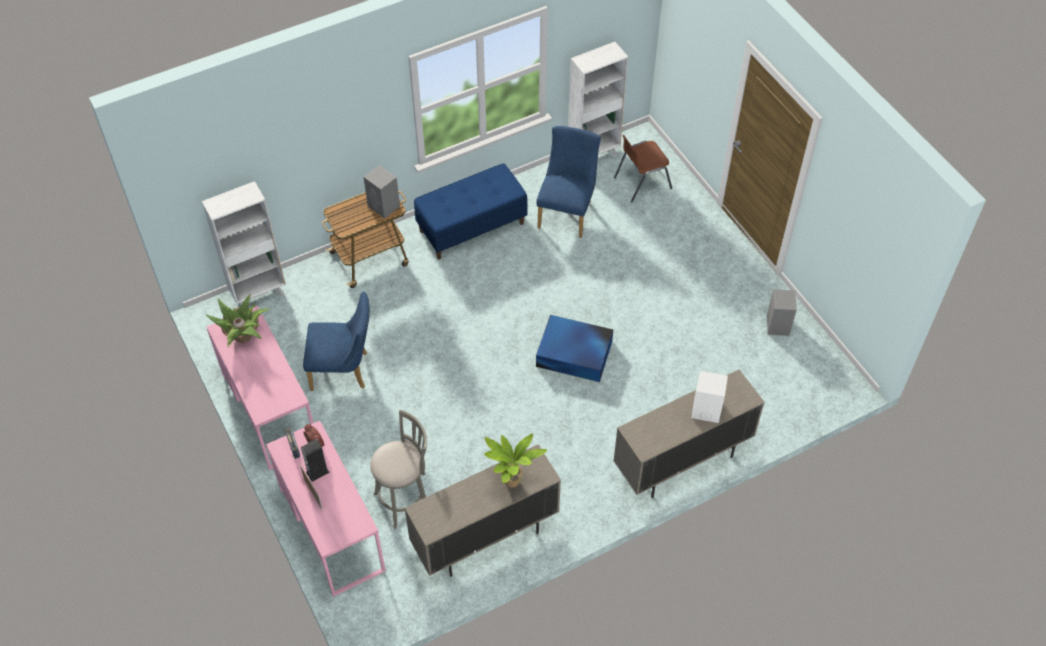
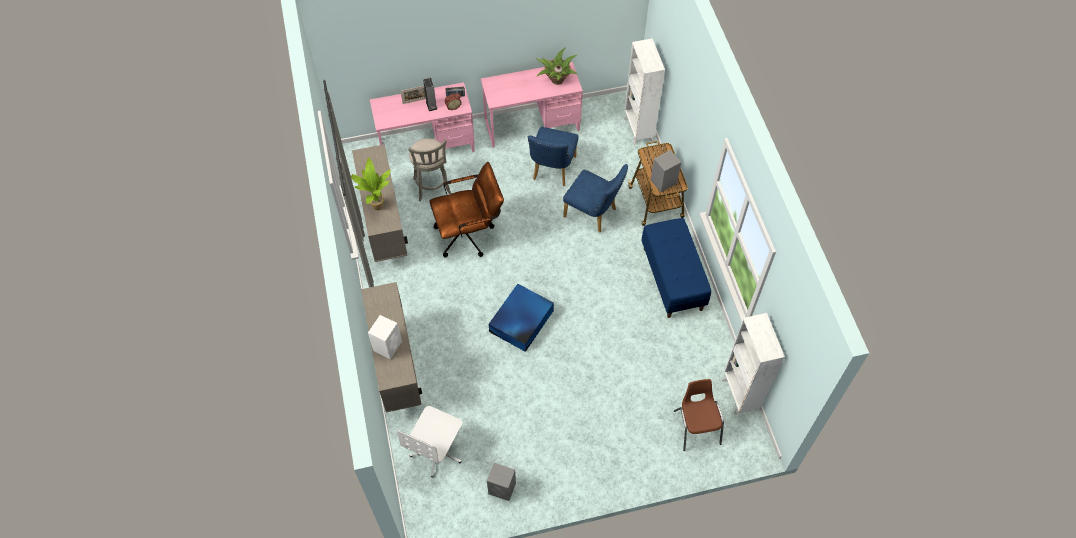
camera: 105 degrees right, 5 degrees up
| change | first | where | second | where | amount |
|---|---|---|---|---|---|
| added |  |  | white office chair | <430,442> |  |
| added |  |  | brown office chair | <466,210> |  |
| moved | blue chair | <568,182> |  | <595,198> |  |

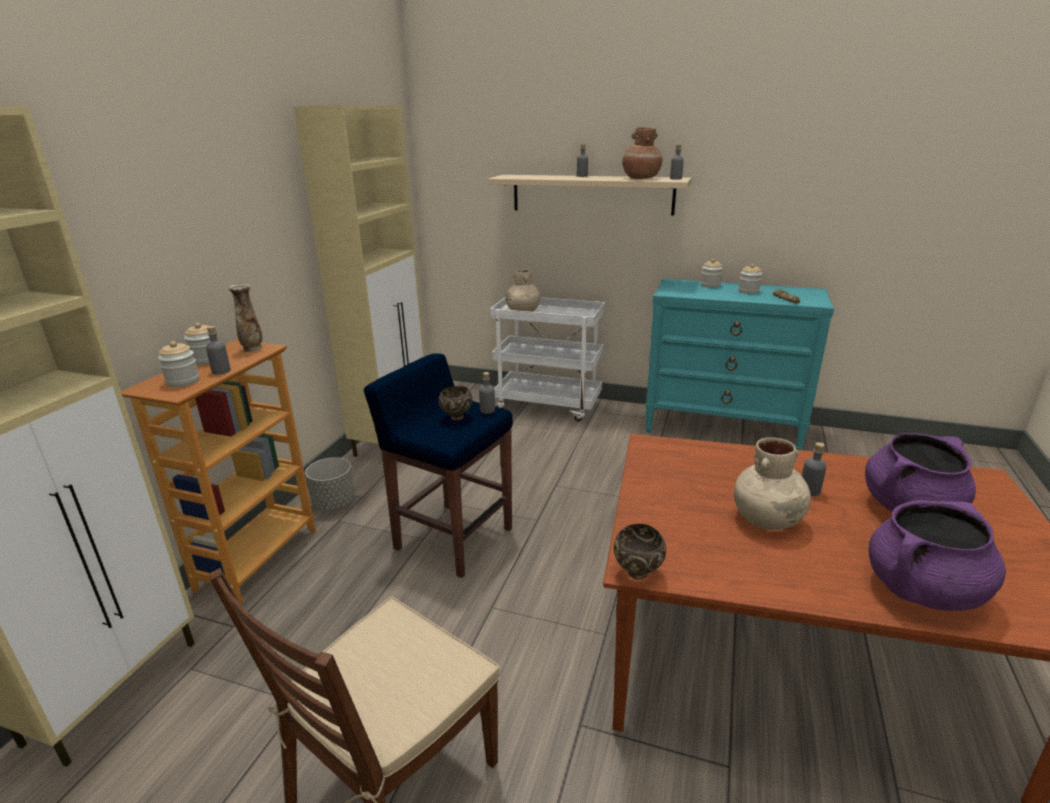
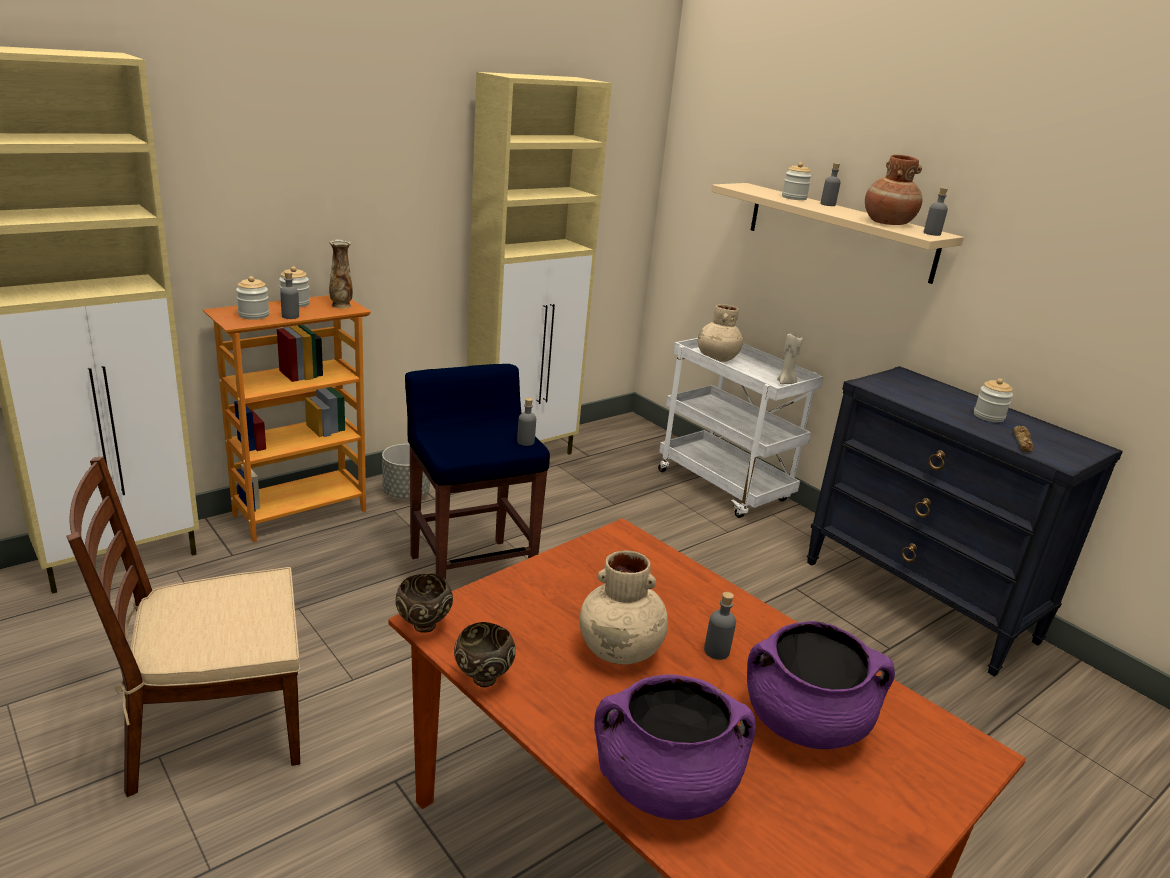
camera: 30 degrees right, 0 degrees up
| change | first | where | second | where | amount |
|---|---|---|---|---|---|
| moved | brown bowl | <456,403> |  | <485,654> |  |
| added |  |  | beige candle | <790,359> |  |
| moved | jar | <712,273> |  | <797,181> |  |
| recoloured | turquoise dresser | <739,364> | black dresser | <965,521> |  |

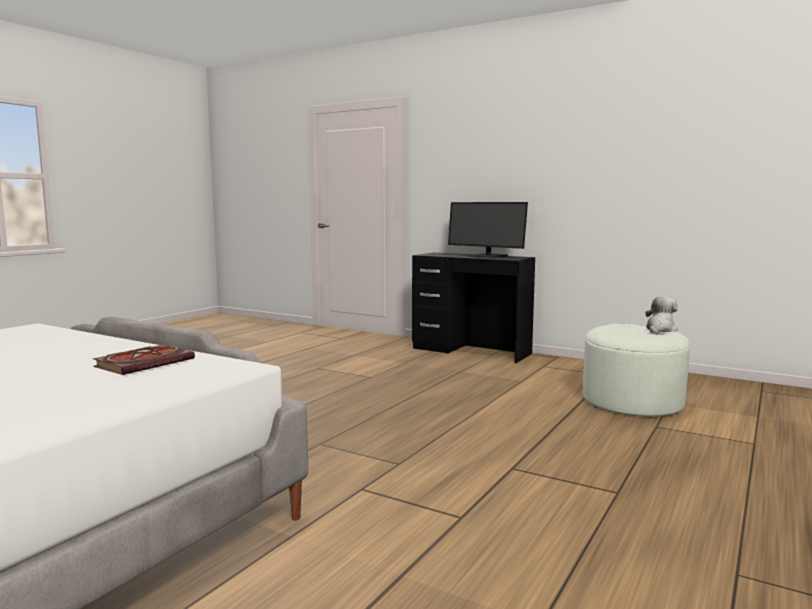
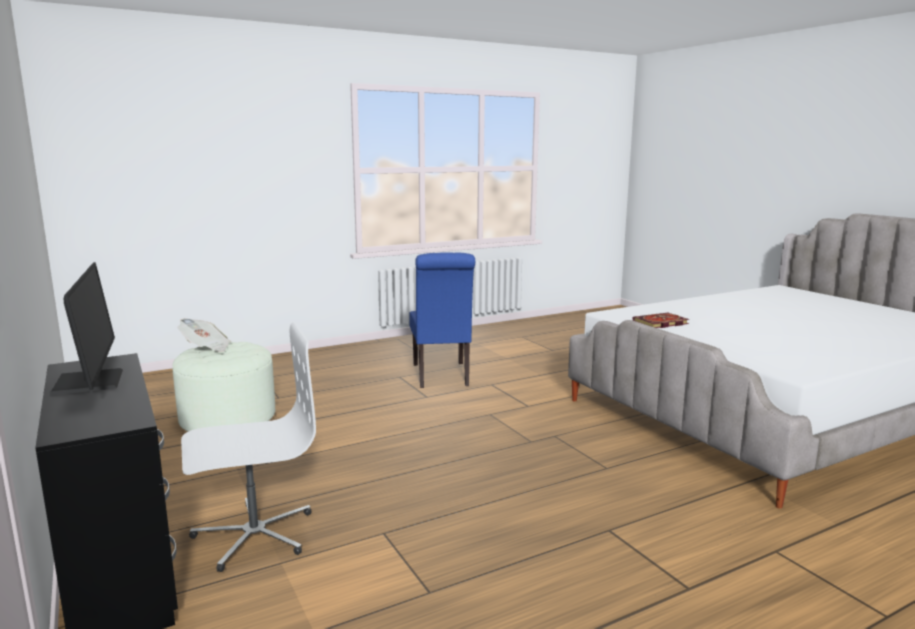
camera: 150 degrees left, 5 degrees up
| change | first | where | second | where | amount |
|---|---|---|---|---|---|
| replaced | plush toy | <661,314> | newspaper | <204,335> |  |
| added |  |  | white office chair | <248,447> |  |
| added |  |  | blue chair | <442,320> |  |

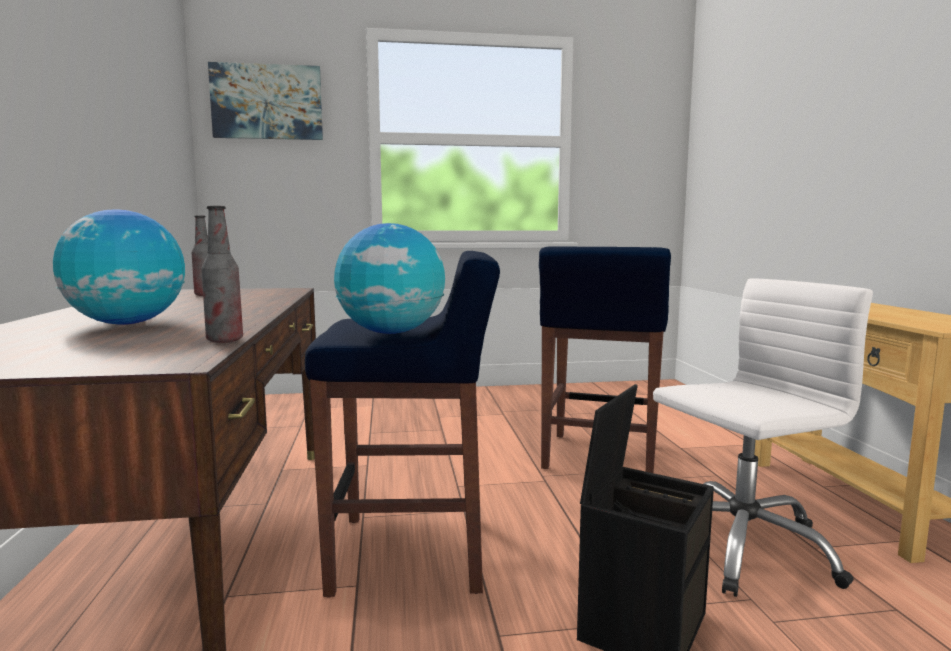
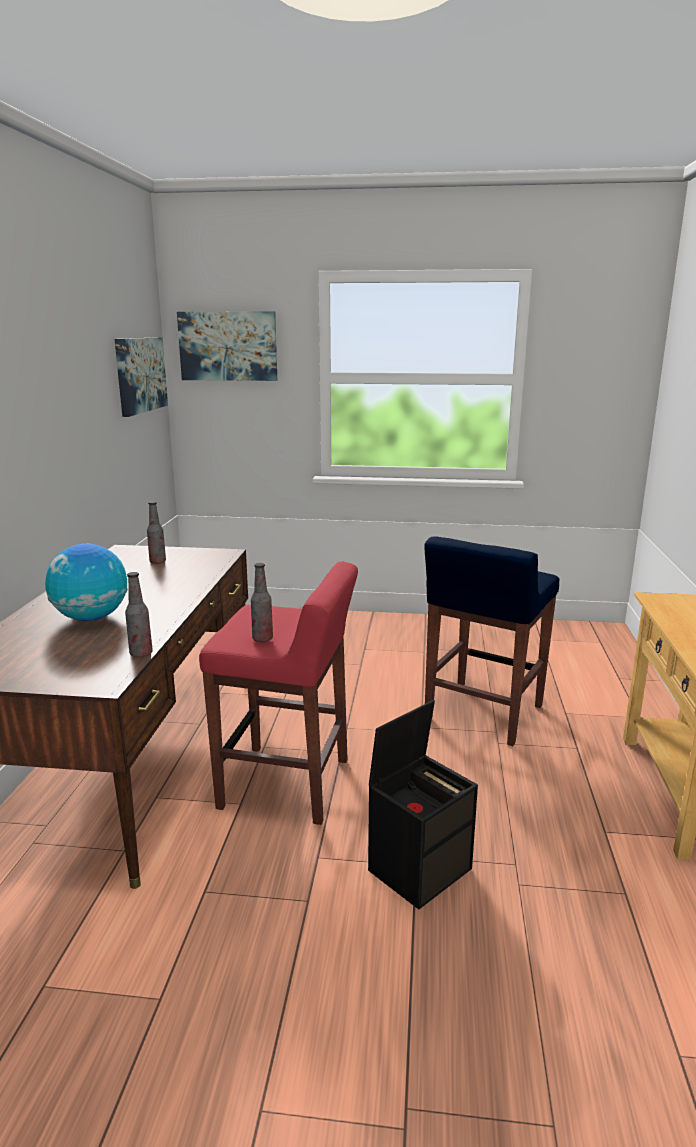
camera: 15 degrees right, 10 degrees up
| change | first | where | second | where | amount |
|---|---|---|---|---|---|
| added |  |  | picture | <141,377> |  |
| recoloured | blue stool | <402,424> | red stool | <278,693> |  |
| replaced | globe | <389,278> | bottle | <262,602> |  |
| removed | white office chair | <763,437> |  |  |  |

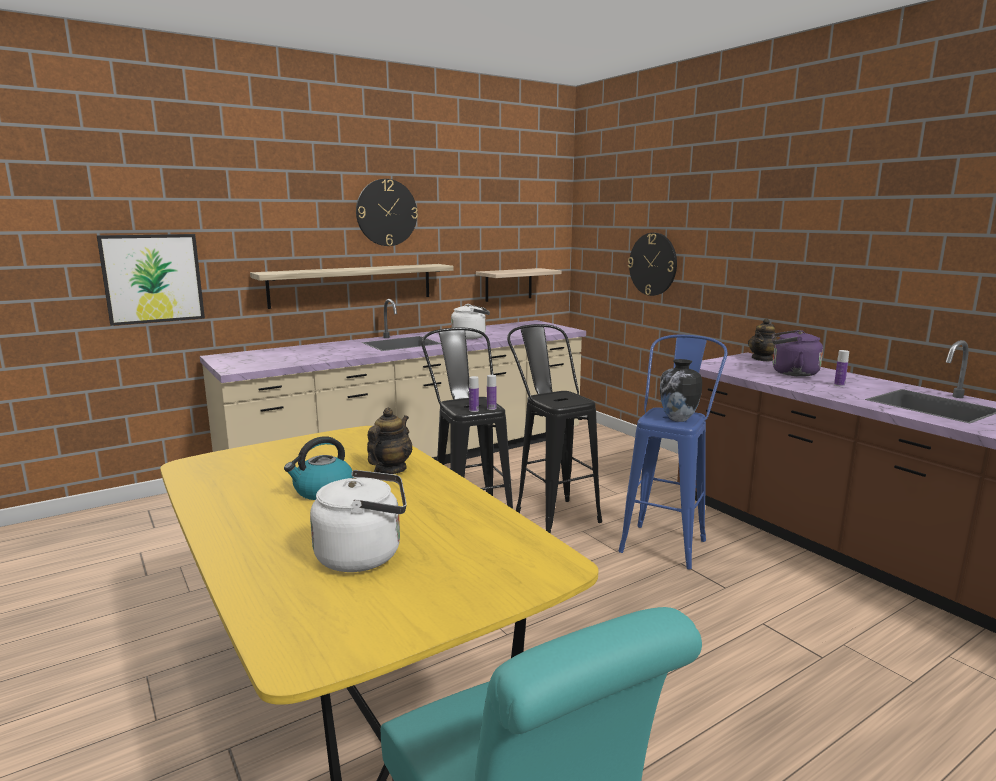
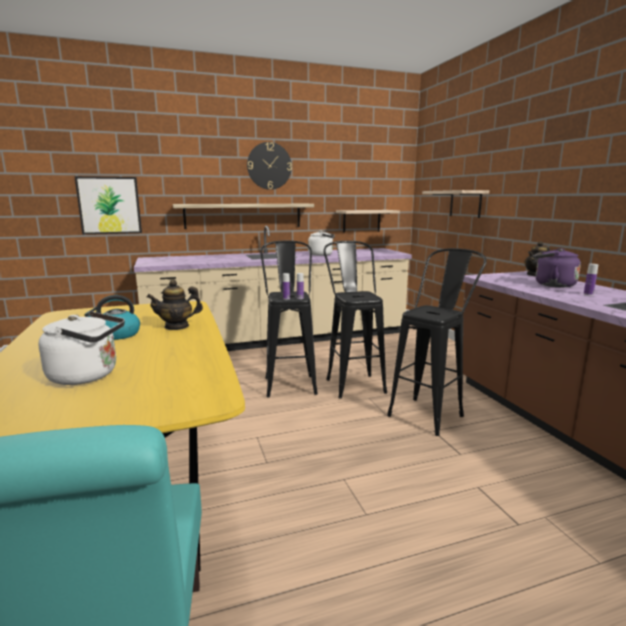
camera: 15 degrees right, 0 degrees up
| change | first | where | second | where | amount |
|---|---|---|---|---|---|
| turned | teapot | <389,441> |  | <175,305> | 150 degrees counterclockwise |
| recoloured | blue stool | <673,452> | black stool | <436,342> |  |
| replaced | wall clock | <652,264> | shelf | <455,204> |  |
| removed | vase | <681,390> |  |  |  |

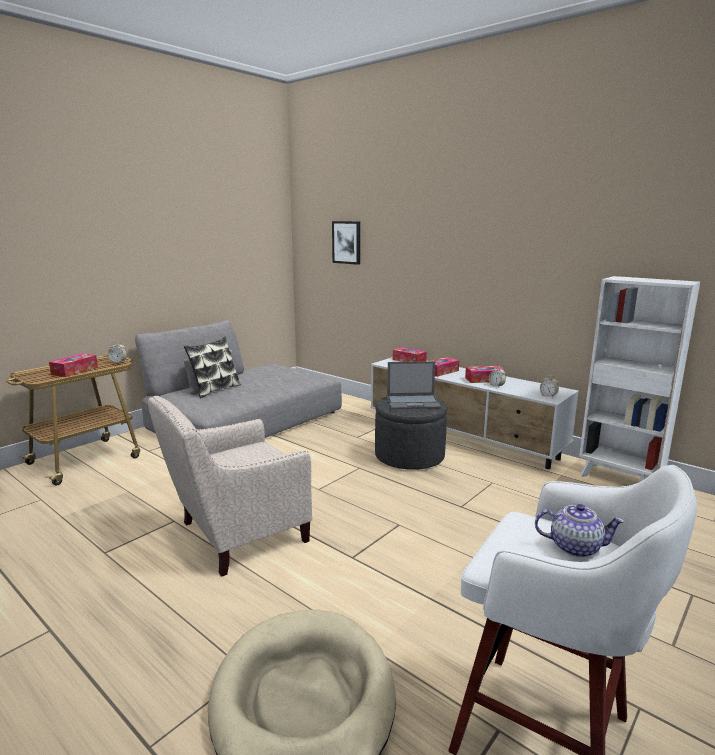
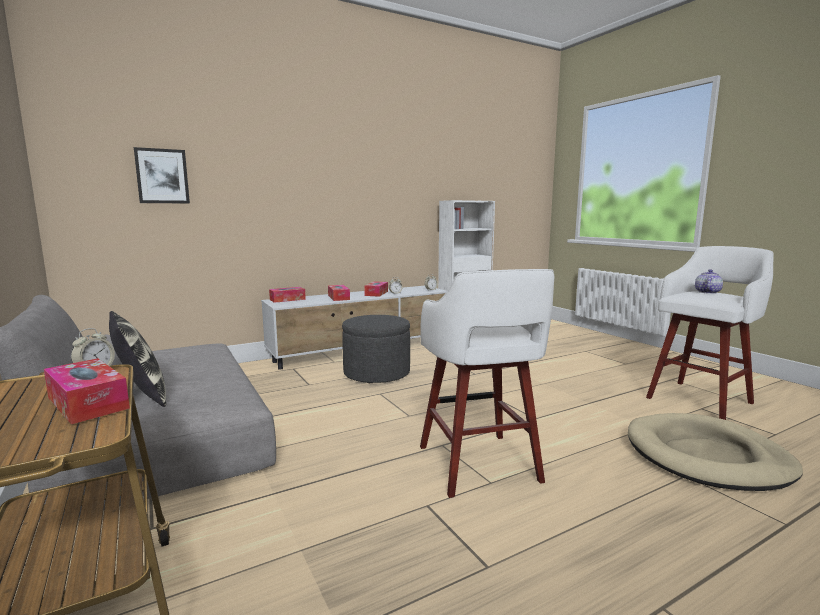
camera: 70 degrees left, 5 degrees down
| change | first | where | second | where | amount |
|---|---|---|---|---|---|
| replaced | beige armchair | <230,486> | white stool | <487,383> |  |
| removed | laptop | <414,385> |  |  |  |

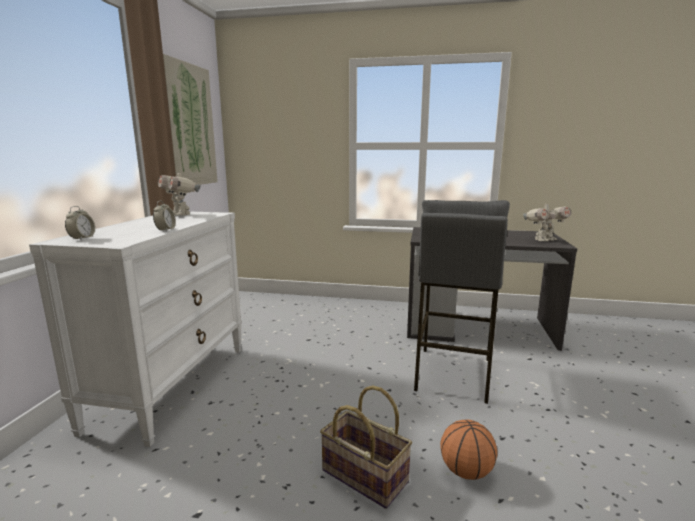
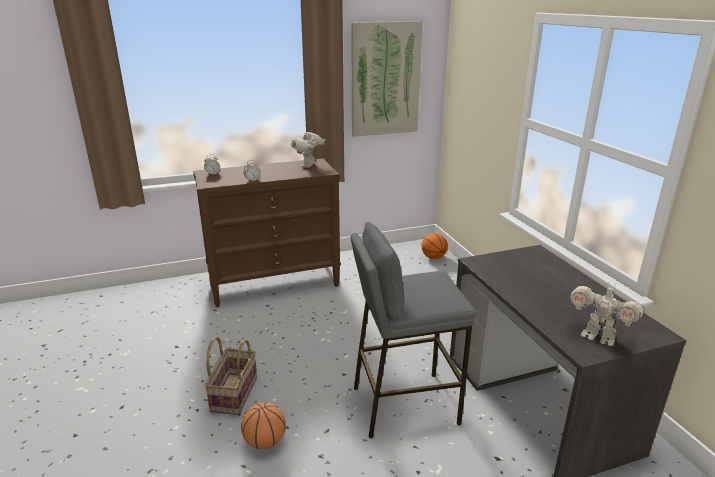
camera: 60 degrees right, 10 degrees up
| change | first | where | second | where | amount |
|---|---|---|---|---|---|
| recoloured | white dresser | <135,329> | brown dresser | <267,232> |  |
| added |  |  | basketball | <435,246> |  |

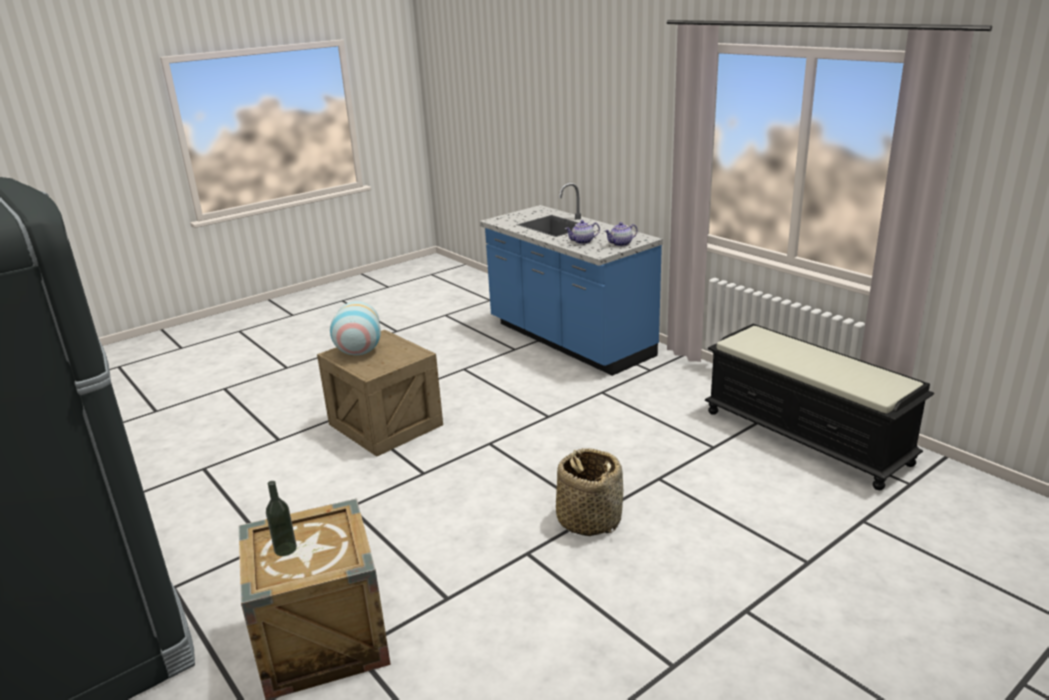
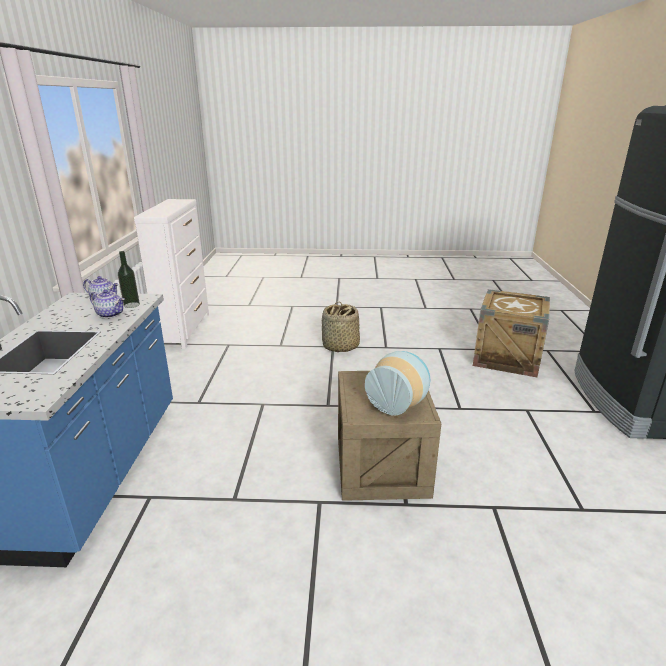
camera: 140 degrees left, 0 degrees up
| change | first | where | second | where | amount |
|---|---|---|---|---|---|
| moved | bottle | <281,518> |  | <129,279> |  |
| replaced | black bench | <819,407> | white dresser | <171,274> |  |

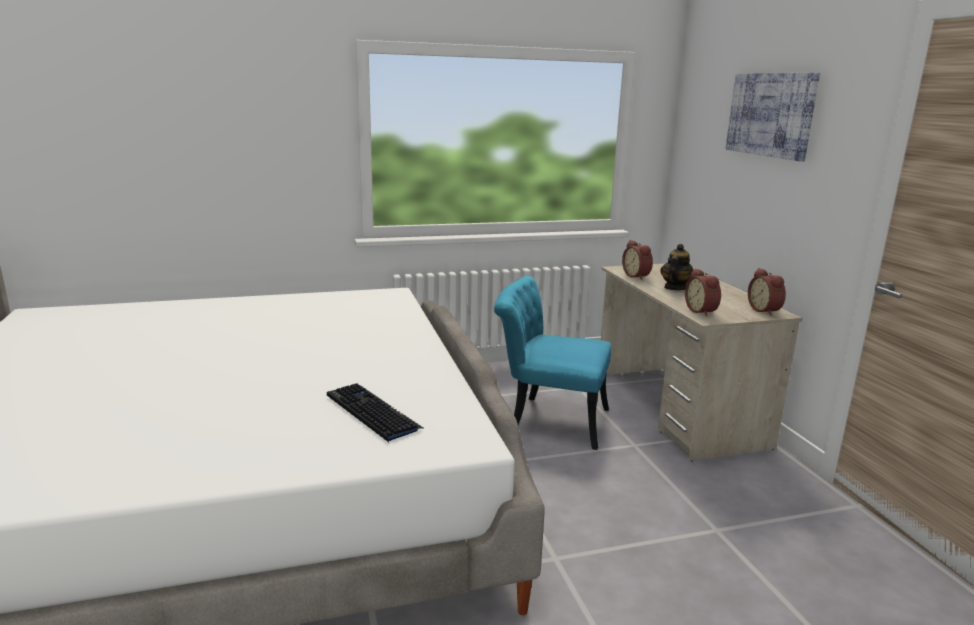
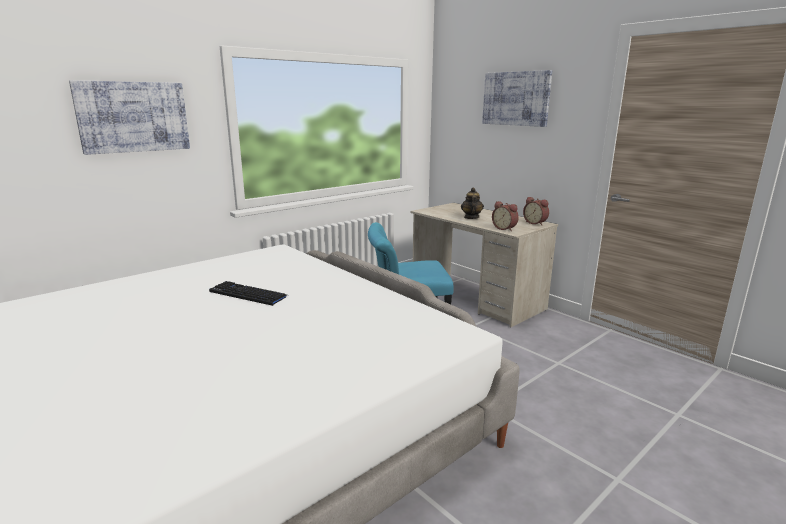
camera: 25 degrees left, 0 degrees up
| change | first | where | second | where | amount |
|---|---|---|---|---|---|
| added |  |  | picture | <129,117> |  |
| moved | keyboard | <376,412> |  | <248,293> |  |
| removed | alarm clock | <637,260> |  |  |  |

